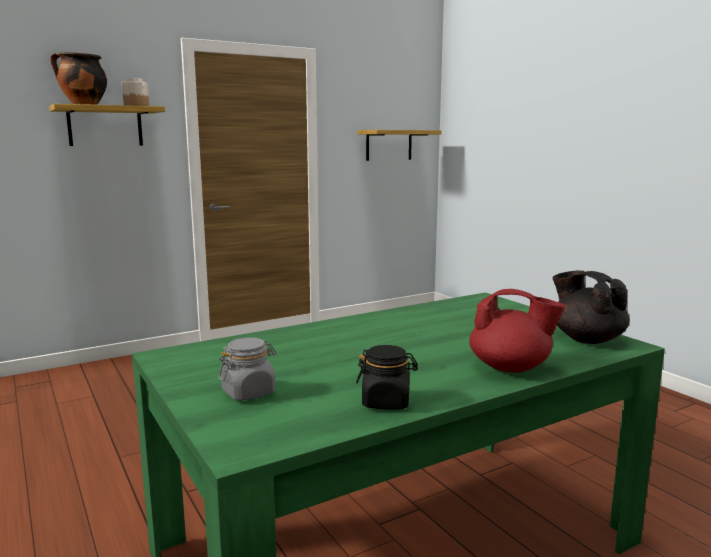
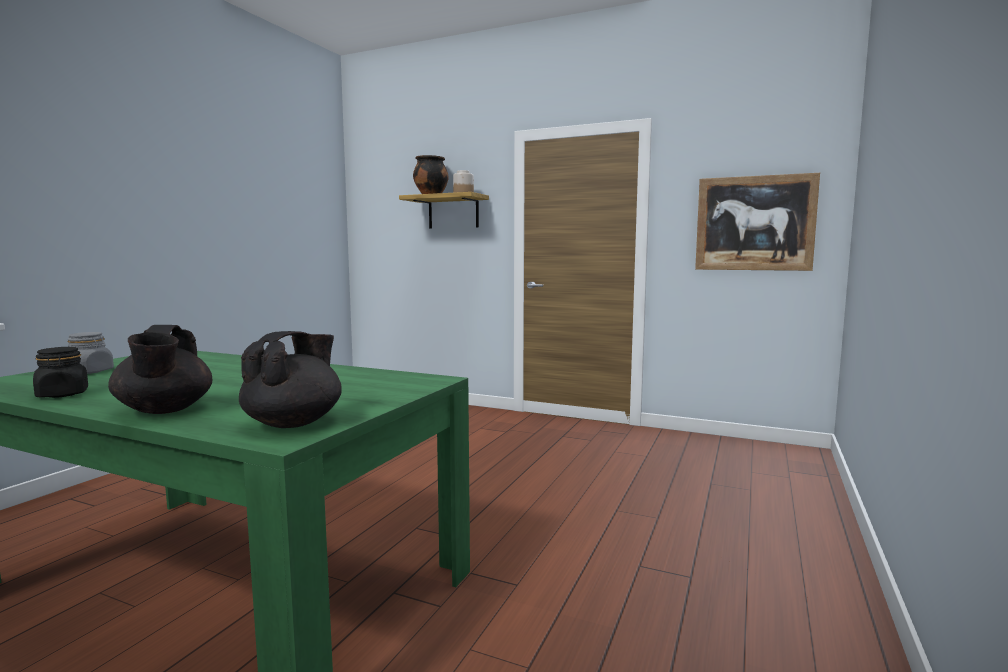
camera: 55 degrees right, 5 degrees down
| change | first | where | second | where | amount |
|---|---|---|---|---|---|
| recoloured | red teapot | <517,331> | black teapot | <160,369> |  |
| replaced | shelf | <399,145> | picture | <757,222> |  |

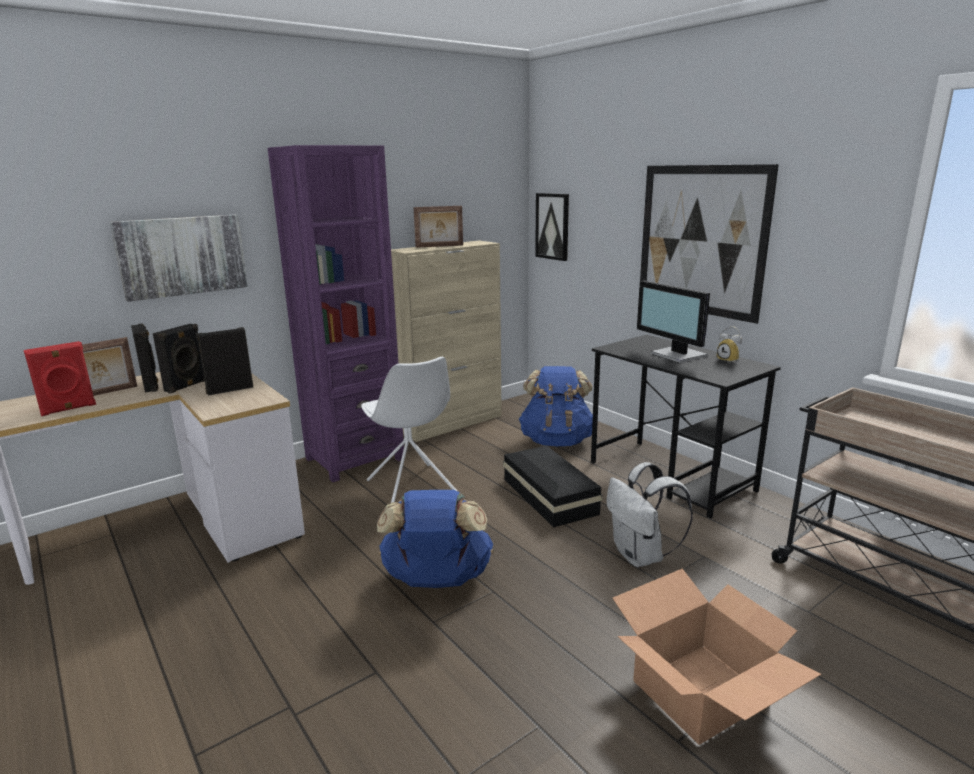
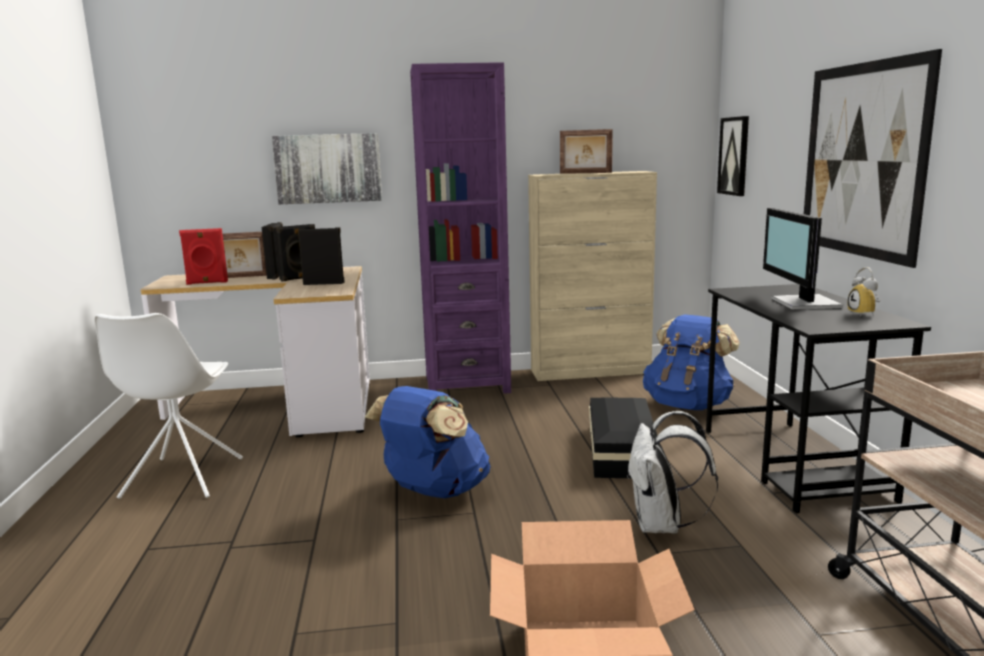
camera: 30 degrees right, 5 degrees down
| change | first | where | second | where | amount |
|---|---|---|---|---|---|
| moved | white chair | <409,430> |  | <169,406> |  |

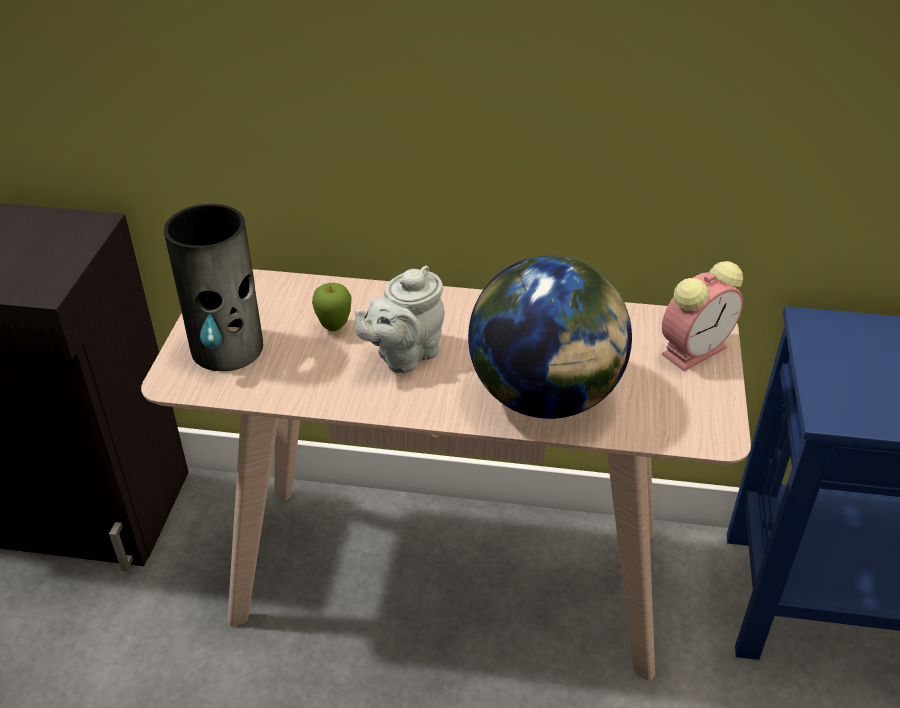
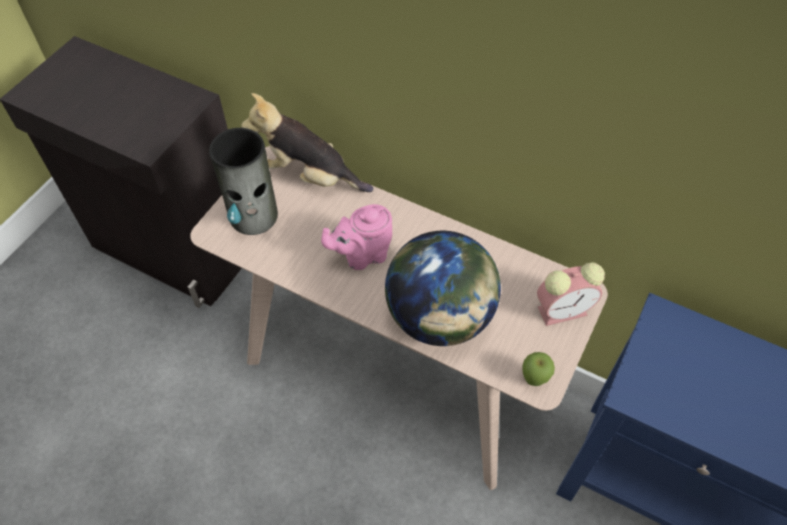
camera: 20 degrees right, 15 degrees up
| change | first | where | second | where | amount |
|---|---|---|---|---|---|
| added |  |  | plush toy | <307,142> |  |
| recoloured | grey teapot | <399,319> | pink teapot | <356,237> |  |
| moved | apple | <332,307> |  | <538,369> |  |

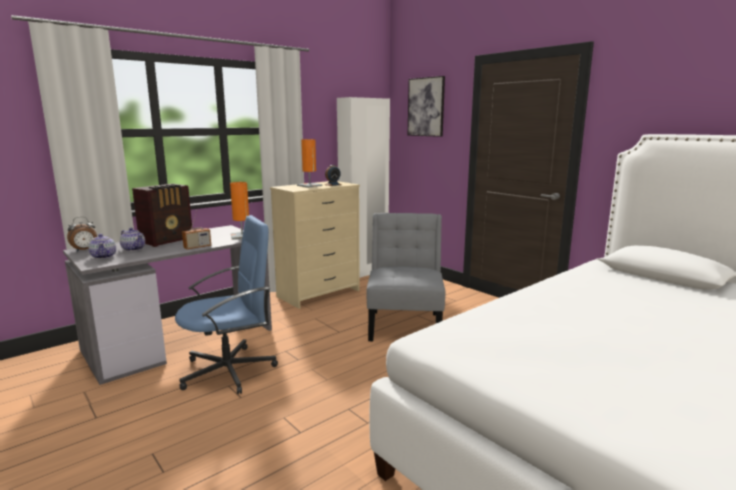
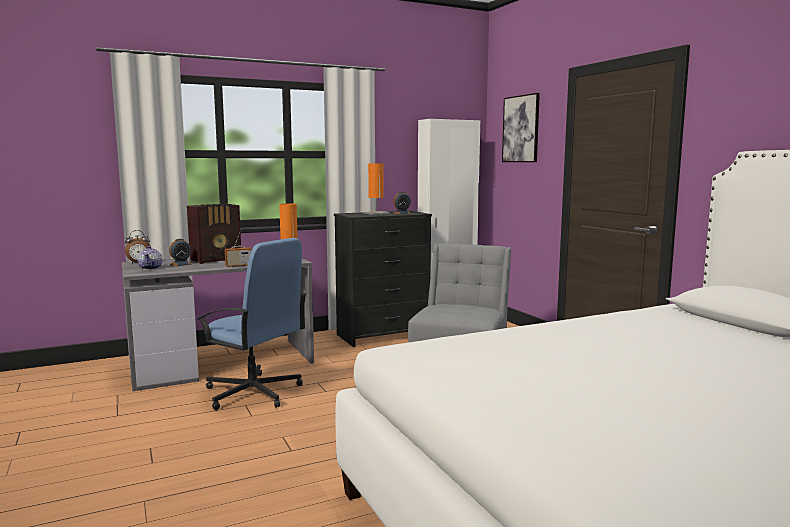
camera: 15 degrees right, 5 degrees down
| change | first | where | second | where | amount |
|---|---|---|---|---|---|
| replaced | teapot | <132,239> | alarm clock | <181,252> |  |
| turned | blue office chair | <226,304> |  | <251,324> | 45 degrees clockwise |
| recoloured | beige dresser | <315,245> | black dresser | <383,279> |  |

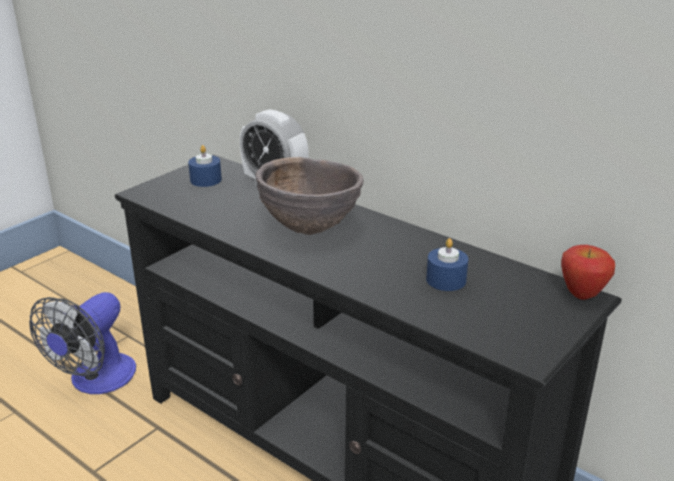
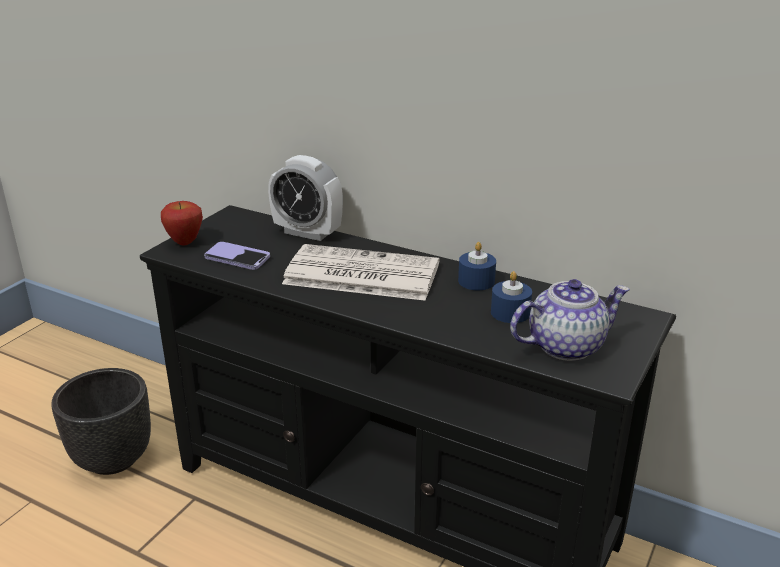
camera: 10 degrees left, 0 degrees up
| change | first | where | second | where | amount |
|---|---|---|---|---|---|
| replaced | fan | <82,343> | black planter | <101,421> |  |
| moved | apple | <588,272> |  | <182,223> |  |
| added |  |  | phone | <237,256> |  |
| replaced | brown bowl | <310,196> | newspaper | <360,272> |  |
| moved | blue candle | <205,166> |  | <477,266> |  |
| added |  |  | teapot | <570,320> |  |

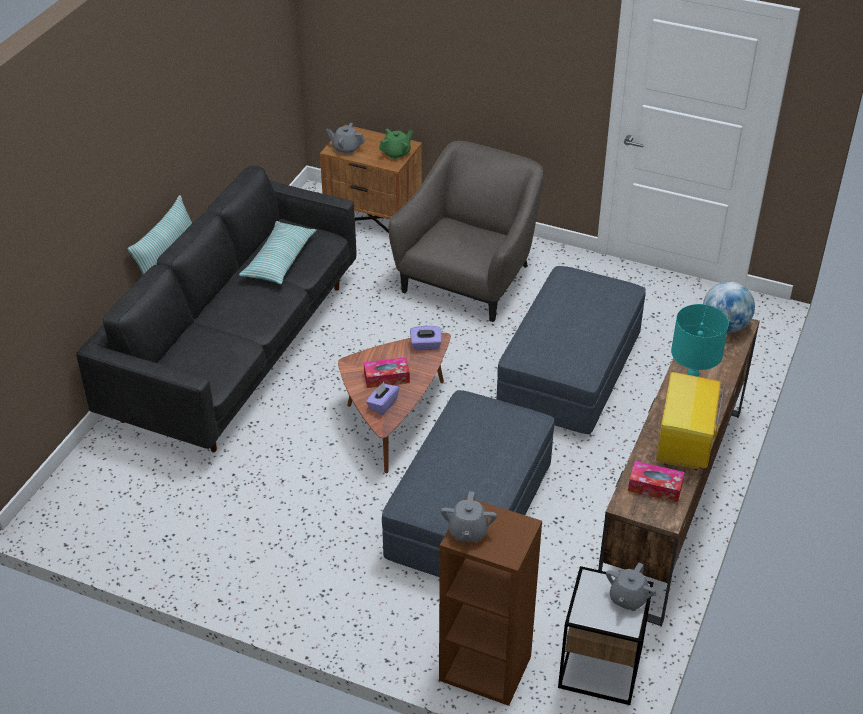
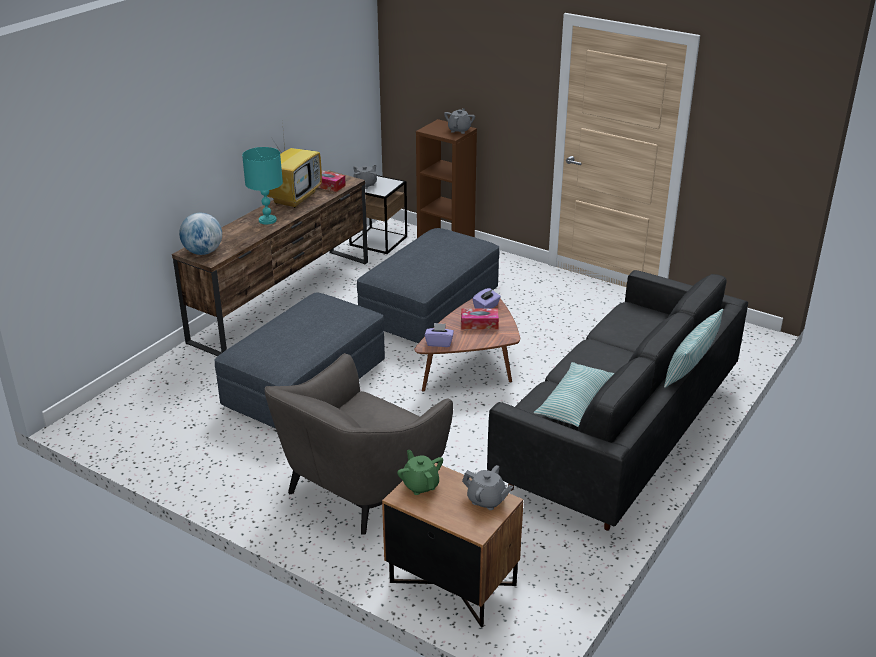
camera: 170 degrees left, 10 degrees down
| change | first | where | second | where | amount |
|---|---|---|---|---|---|
| turned | green teapot | <396,144> |  | <420,472> | 90 degrees clockwise |

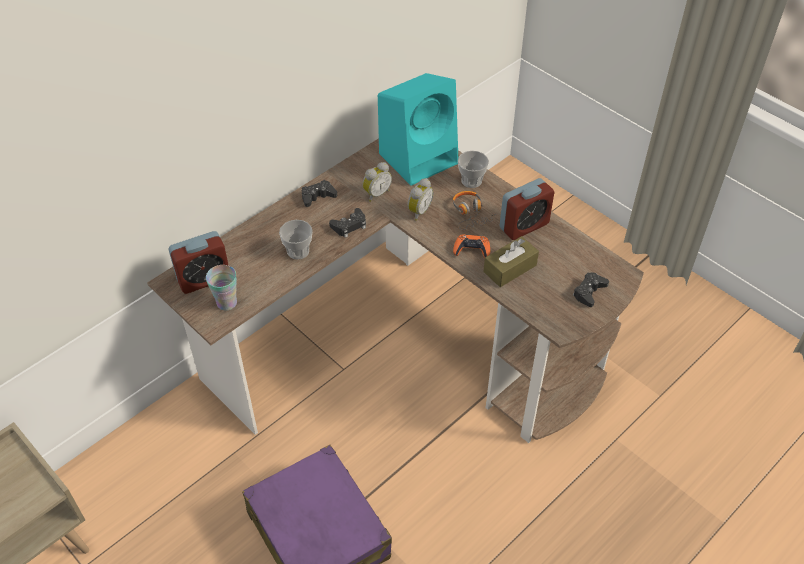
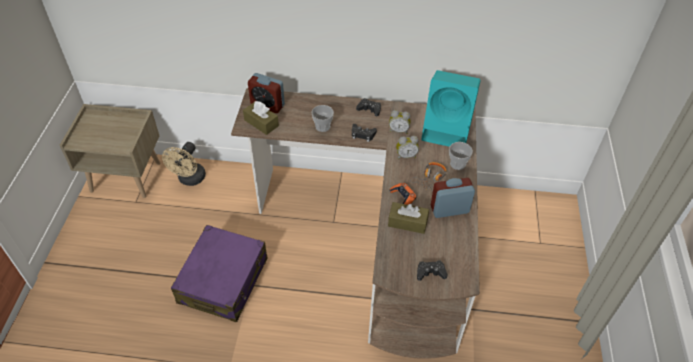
camera: 50 degrees right, 0 degrees up
| change | first | where | second | where | amount |
|---|---|---|---|---|---|
| added |  |  | beige fan | <184,164> |  |
| replaced | cup | <221,287> | brown tissue box | <261,118> |  |
| turned | alarm clock | <527,209> |  | <453,198> | 150 degrees clockwise |

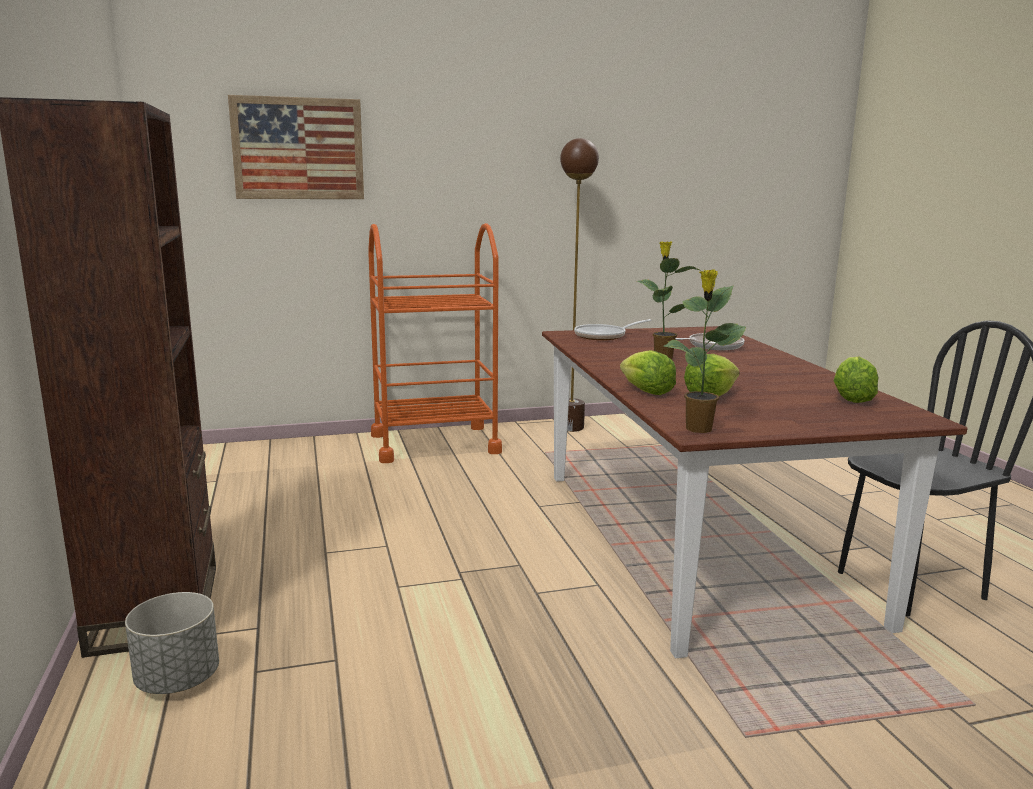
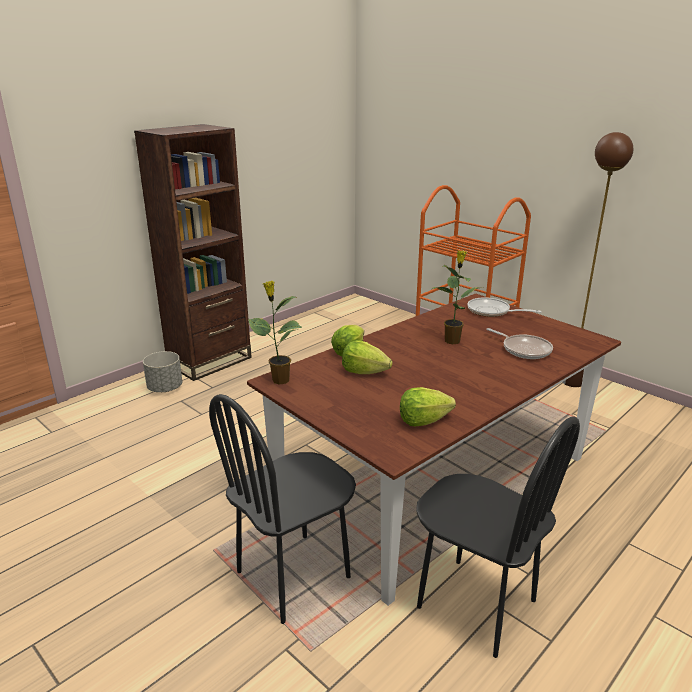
camera: 60 degrees right, 10 degrees up
| change | first | where | second | where | amount |
|---|---|---|---|---|---|
| added |  |  | black chair | <282,509> |  |
| removed | picture | <296,147> |  |  |  |

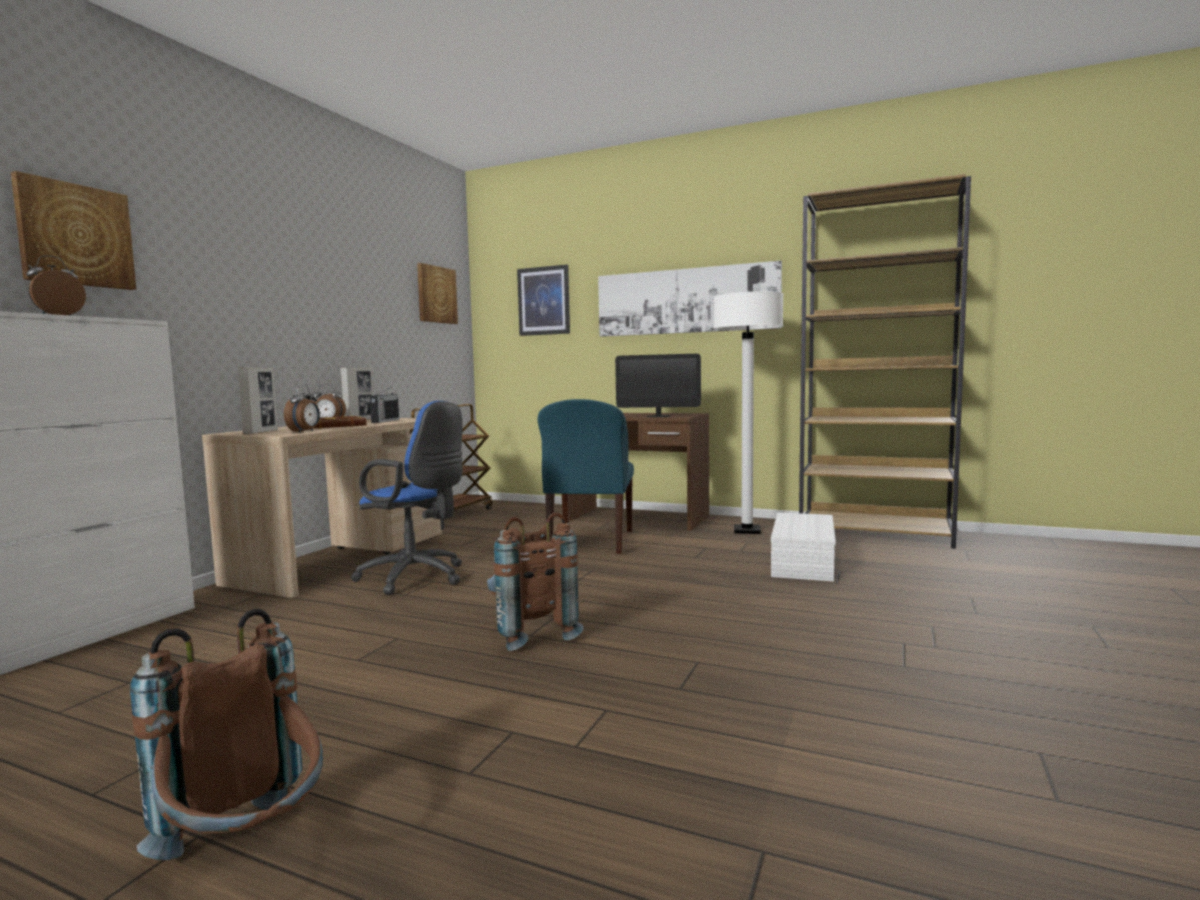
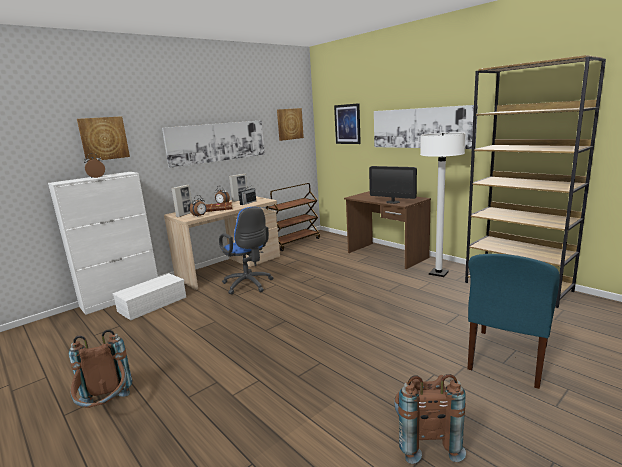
camera: 25 degrees right, 10 degrees up
| change | first | where | second | where | amount |
|---|---|---|---|---|---|
| moved | white storage box | <803,546> |  | <149,296> |  |
| added |  |  | picture | <213,144> |  |
| moved | brown backpack | <535,581> |  | <430,419> |  |
| moved | blue chair | <586,476> |  | <513,321> |  |

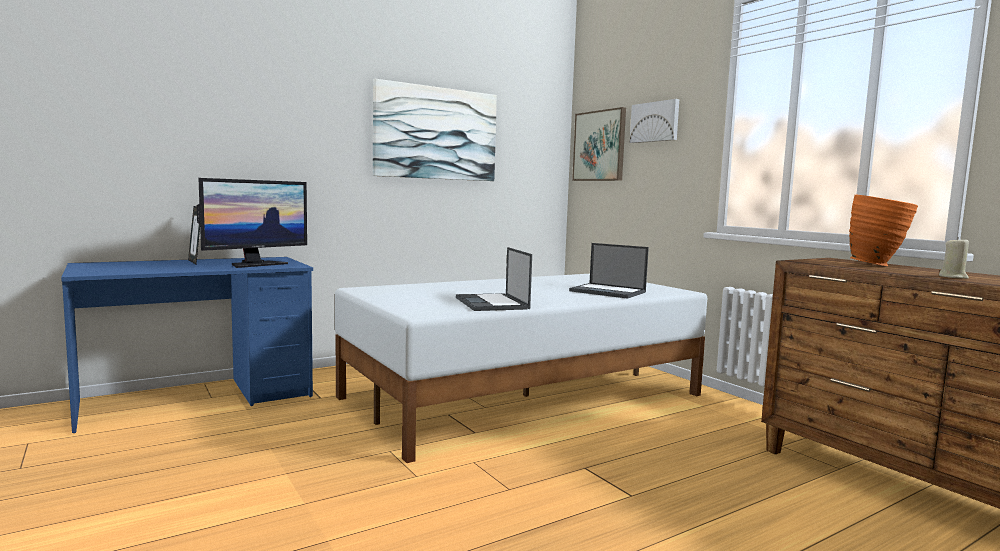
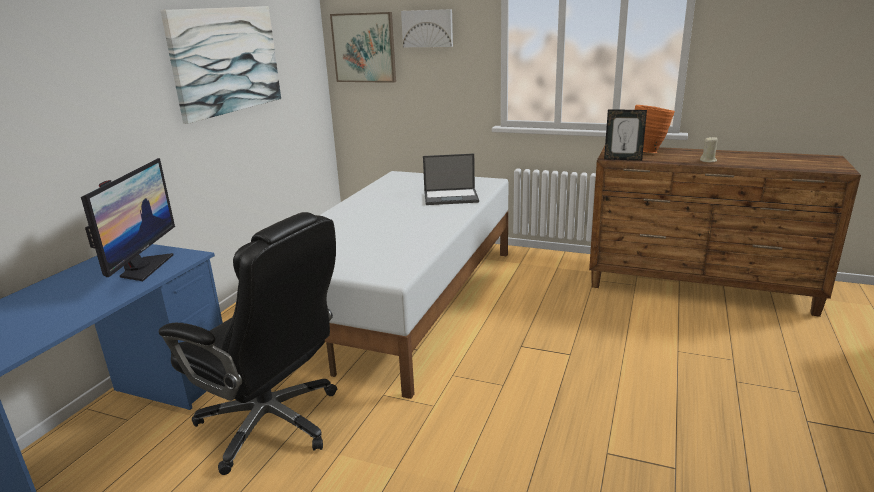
camera: 35 degrees left, 15 degrees up
| change | first | where | second | where | amount |
|---|---|---|---|---|---|
| added |  |  | black office chair | <248,343> |  |
| moved | picture frame | <194,235> |  | <625,135> |  |
| removed | laptop | <494,279> |  |  |  |

